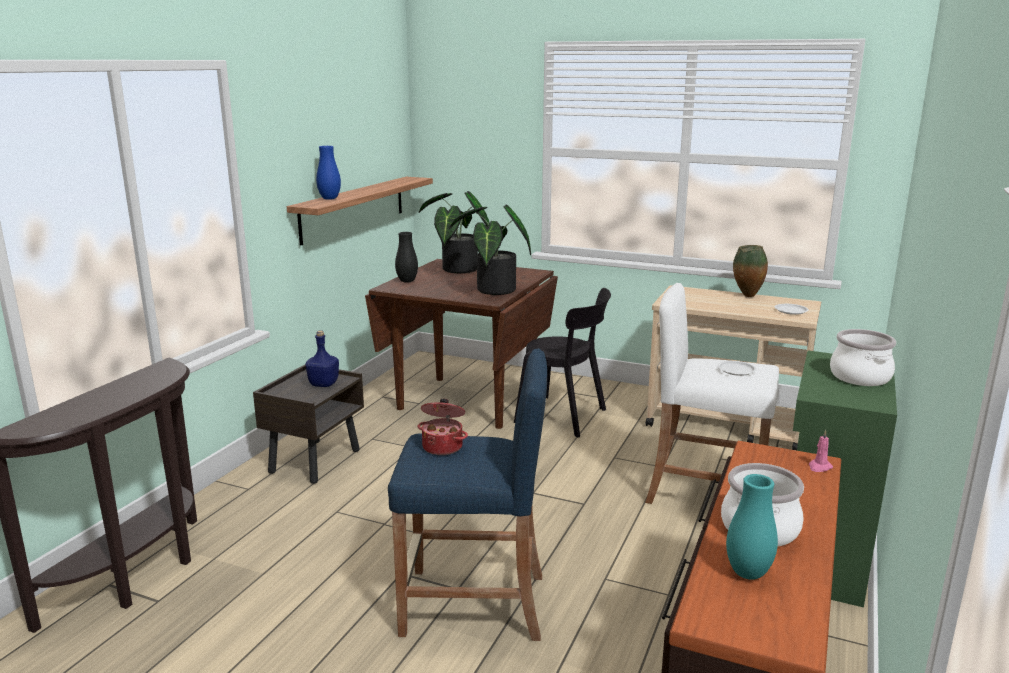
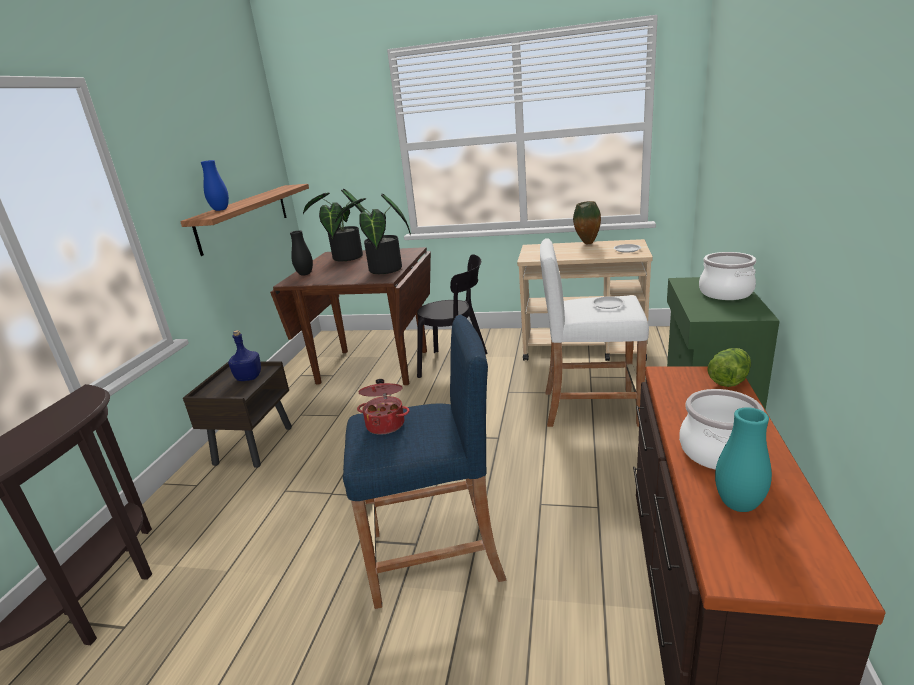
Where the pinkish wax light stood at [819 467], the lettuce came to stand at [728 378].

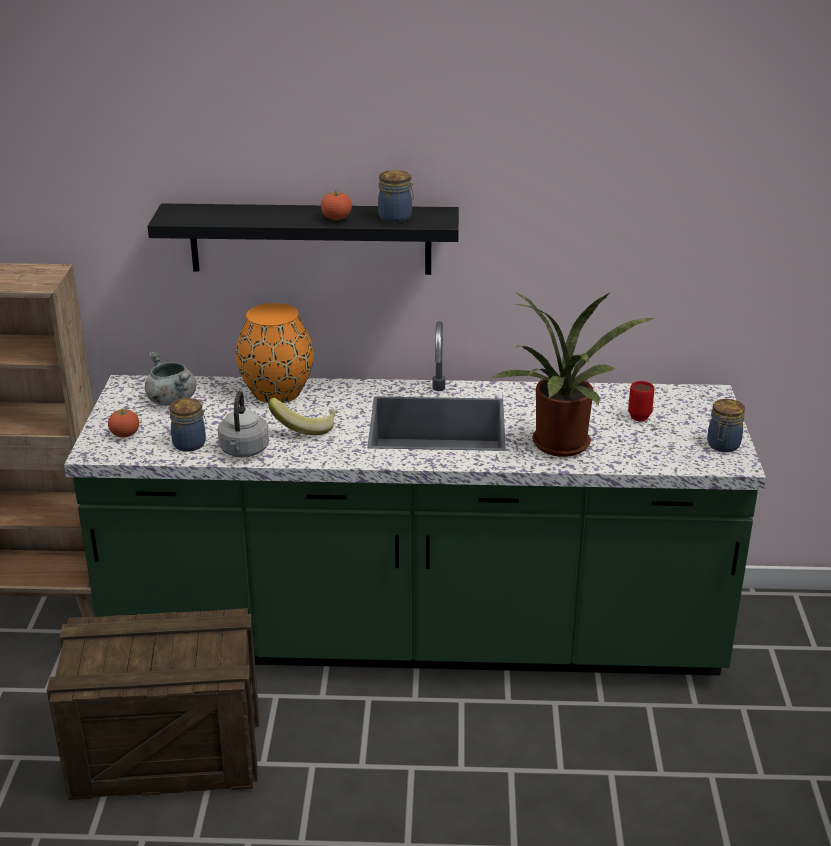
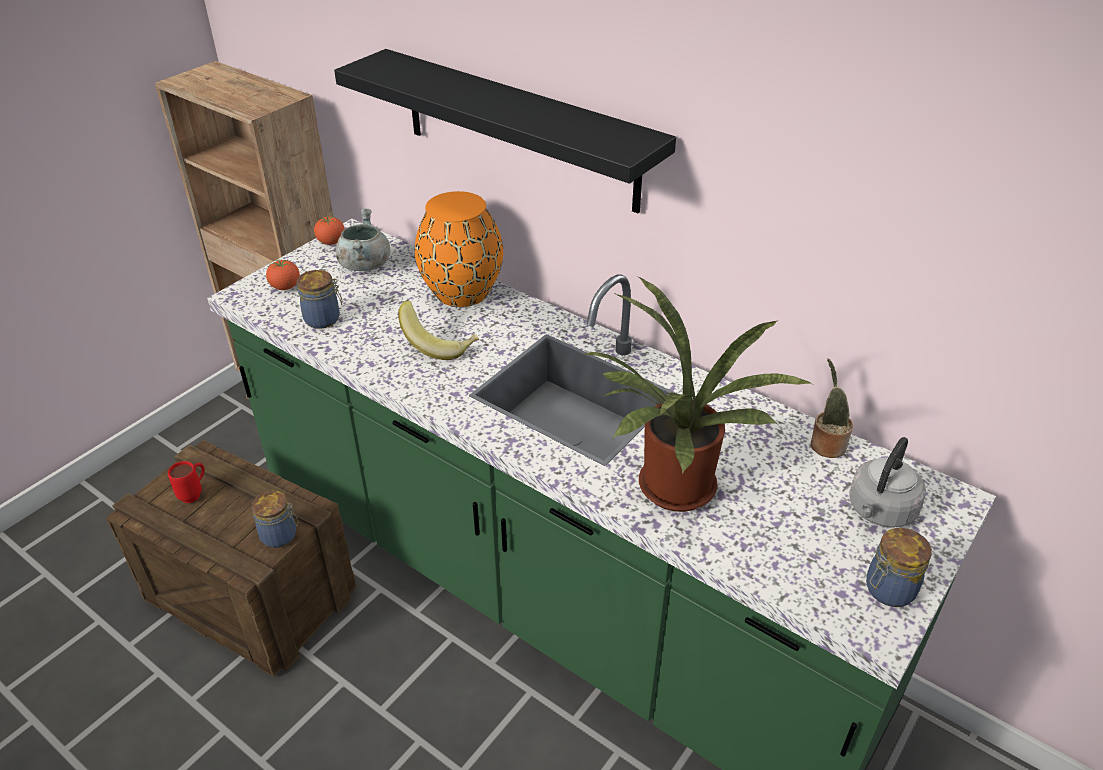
The reddish tea mug ended up elsewhere, having gone from [638 415] to [195 493]. The preserve jar ended up elsewhere, having gone from [396 217] to [280 536]. The fresh tomato ended up elsewhere, having gone from [336 219] to [331 242]. The second view gained the potted plant at [826 444]. The gray kettle ended up elsewhere, having gone from [244 451] to [879 511].

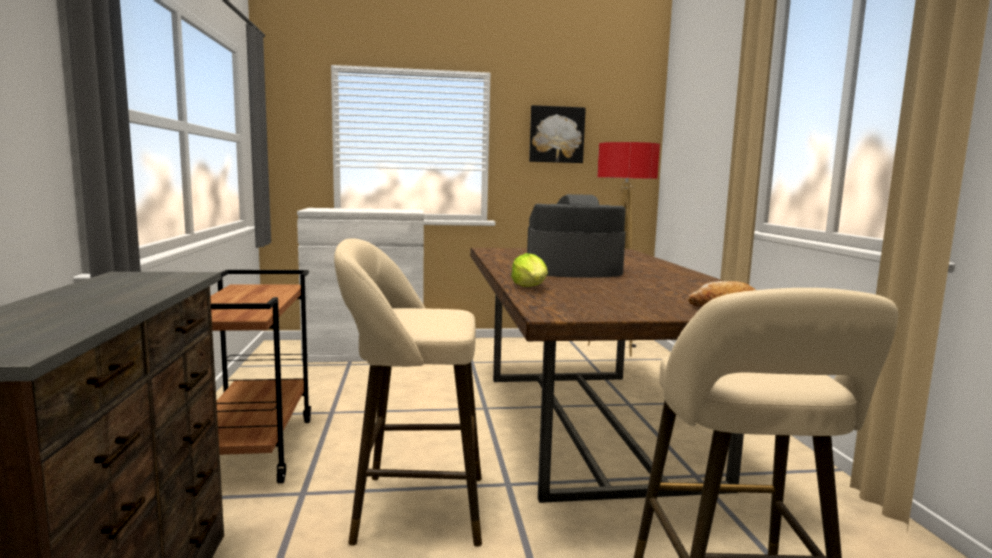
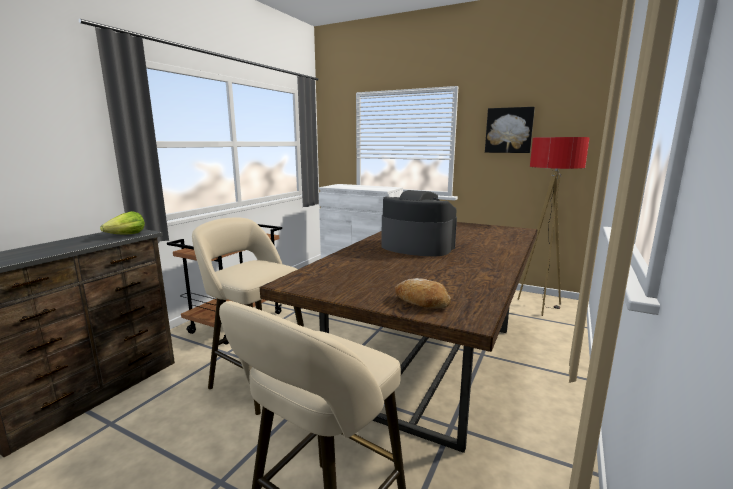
The lettuce ended up elsewhere, having gone from [531 288] to [127 235].

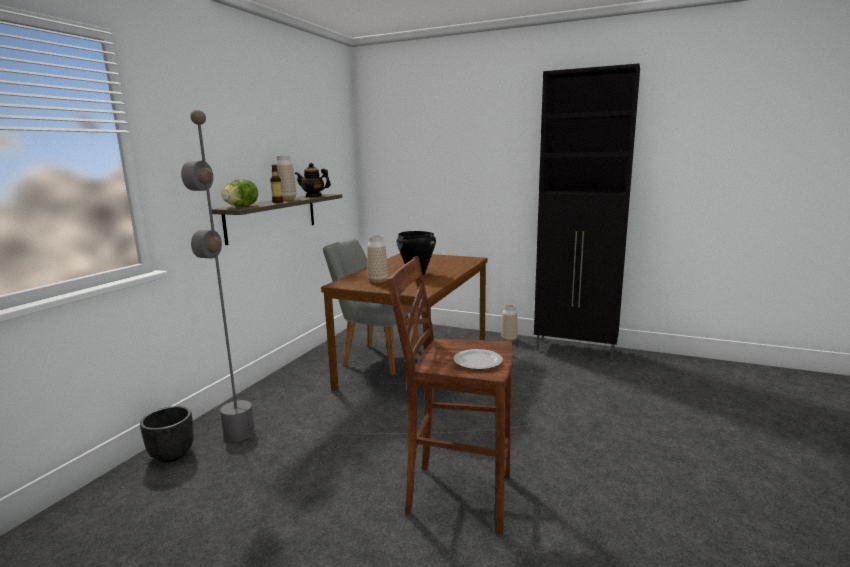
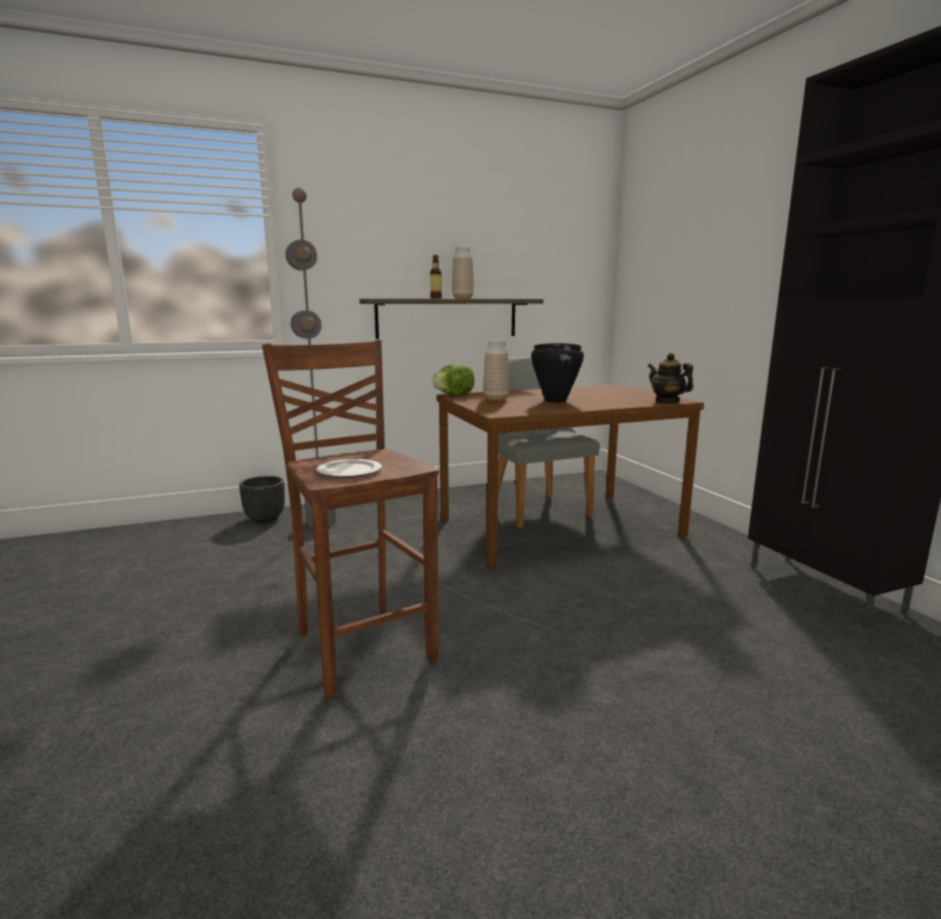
The lettuce ended up elsewhere, having gone from [241 207] to [454 395]. The pot for tea ended up elsewhere, having gone from [313 196] to [667 401]. The second view lost the vase at [509 339].

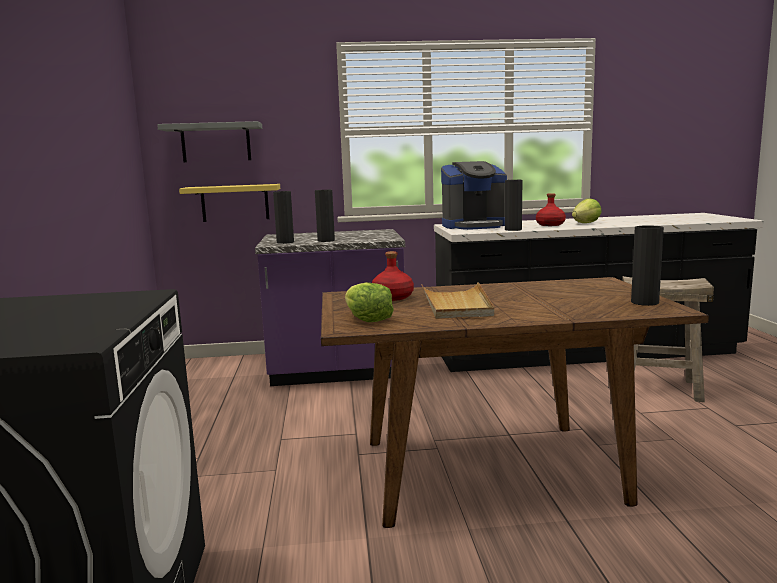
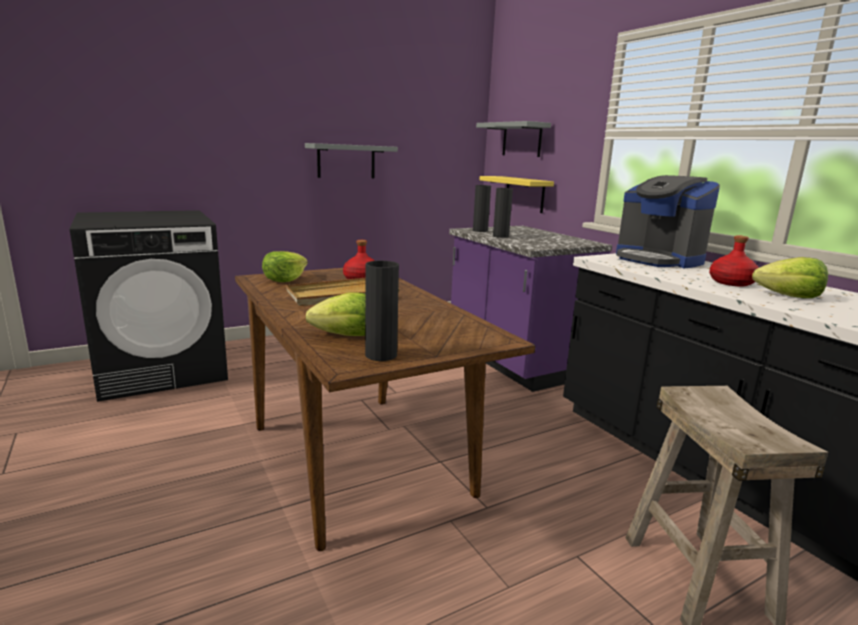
The second view gained the gray wall shelf at [346 161]. The second view gained the lettuce at [346 335]. The second view lost the blackish vase at [513 229].

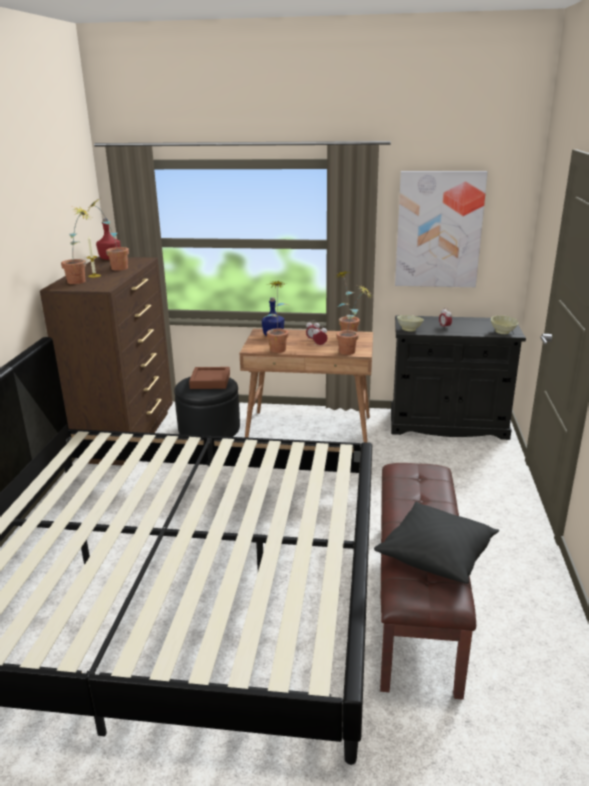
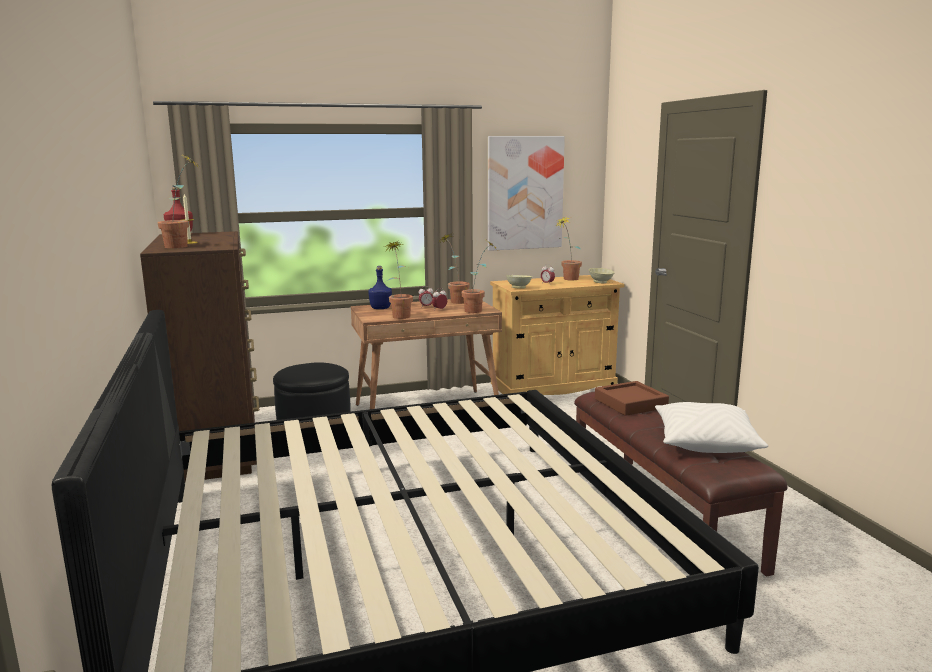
What was the blackish cupboard at [447 424] turned into the sand-coloured cupboard at [553 386]. The potted plant ended up elsewhere, having gone from [114 268] to [567 279]. The brown-coloured tray ended up elsewhere, having gone from [210 381] to [630 403]. What was the blackish pillow at [436 554] turned into the white-coloured pillow at [705 442].

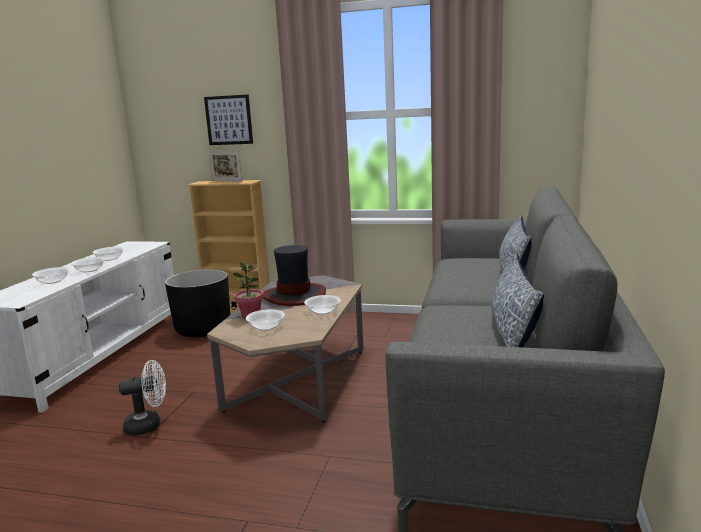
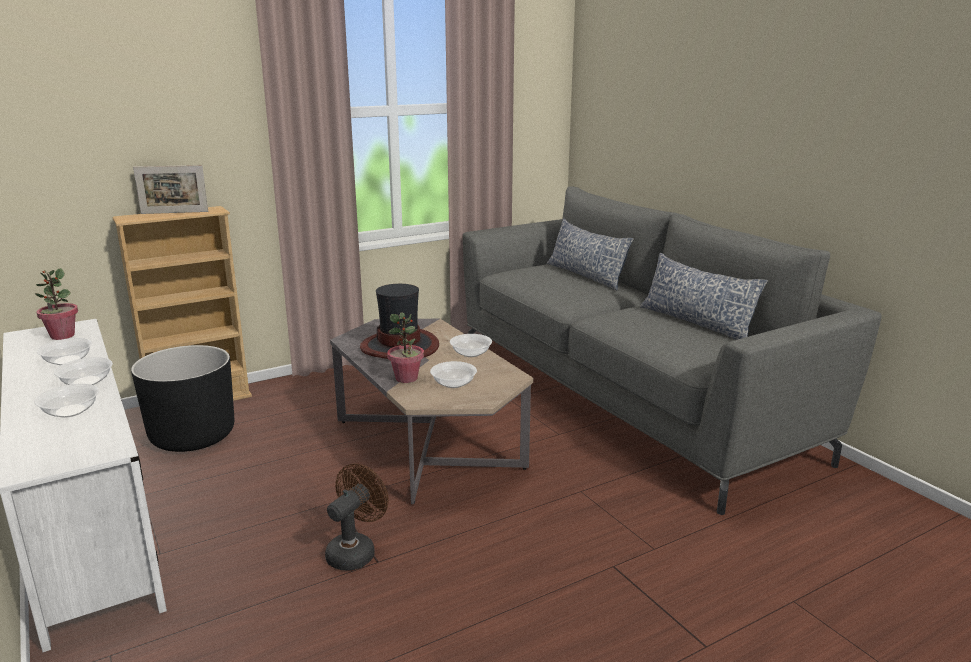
The second view gained the potted plant at [62 336]. What was the white-coloured electric fan at [149 425] turned into the brown-coloured electric fan at [355 551]. The second view lost the wall art at [229 120].

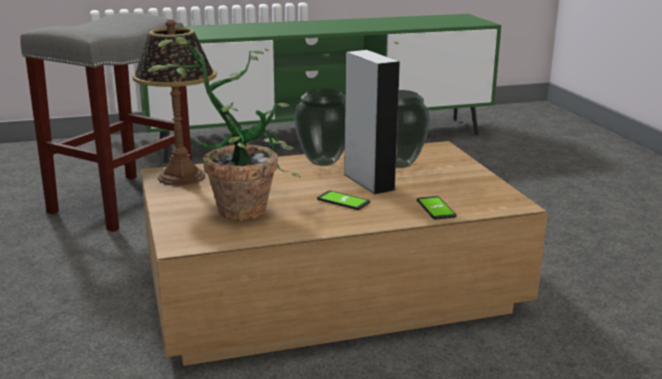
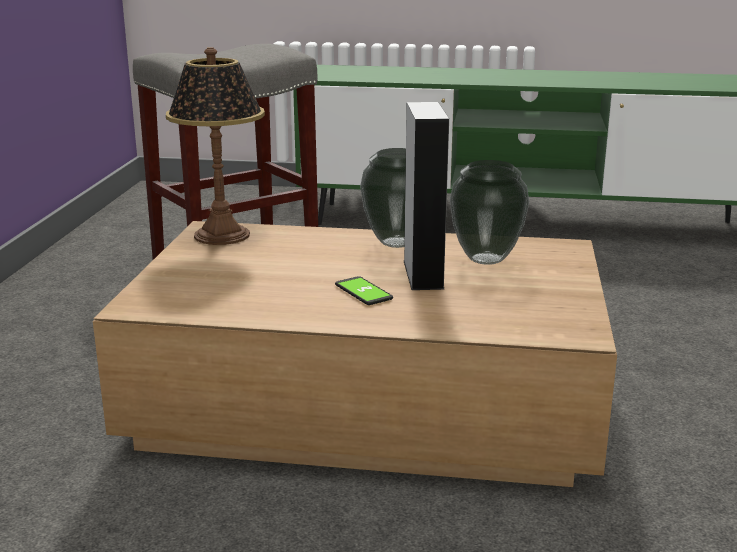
The second view lost the potted plant at [241 205]. The second view lost the telephone at [435 209].

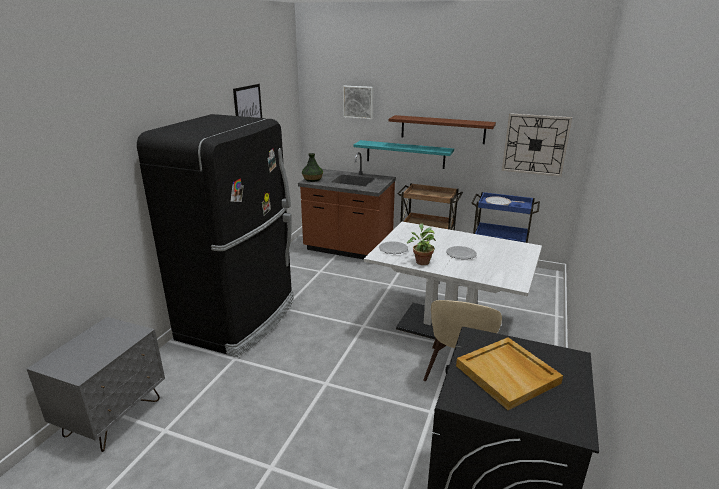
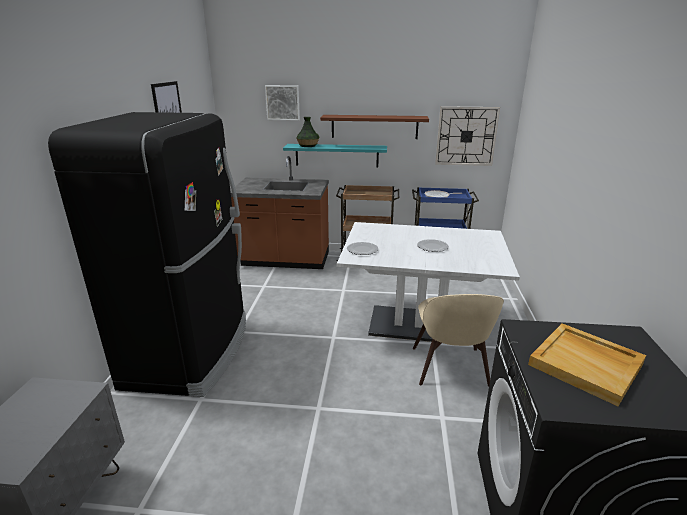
The vase ended up elsewhere, having gone from [313 179] to [308 145]. The second view lost the potted plant at [421 261].

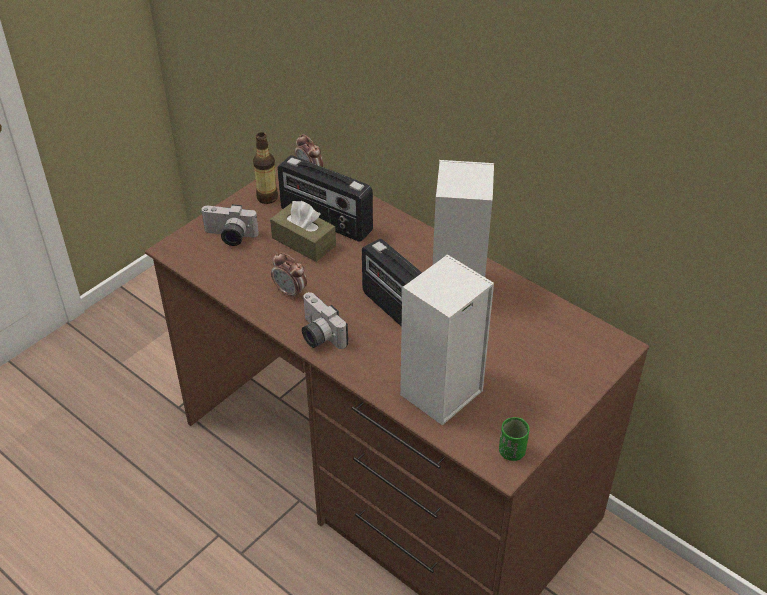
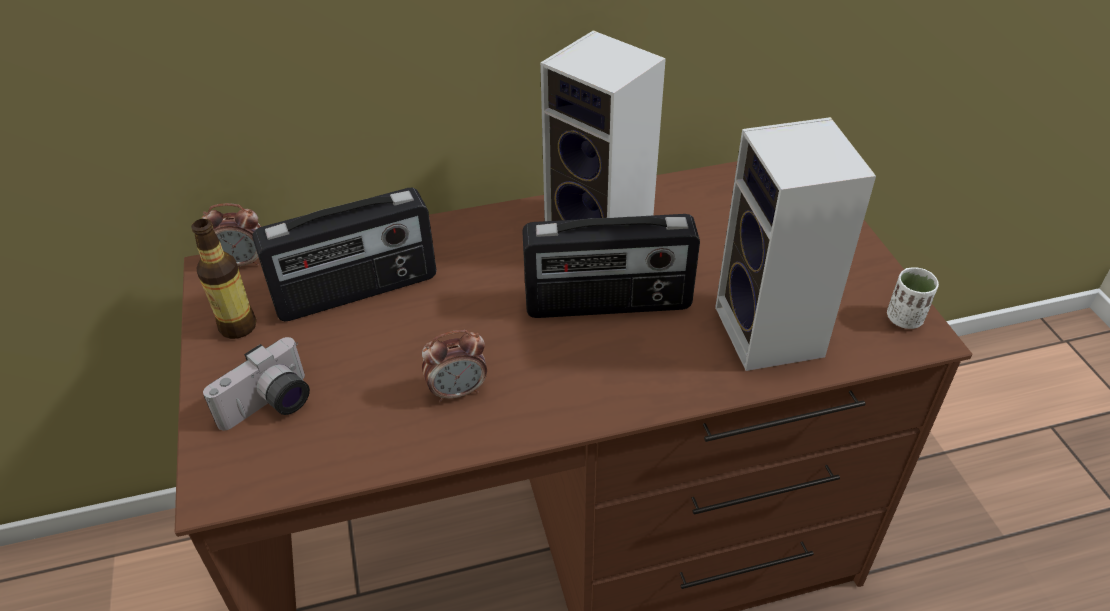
What was the green drinking cup at [512 452] turned into the white-coloured drinking cup at [904 318]. The second view lost the brown-coloured box of tissues at [303 242]. The second view lost the still camera at [318 335].

